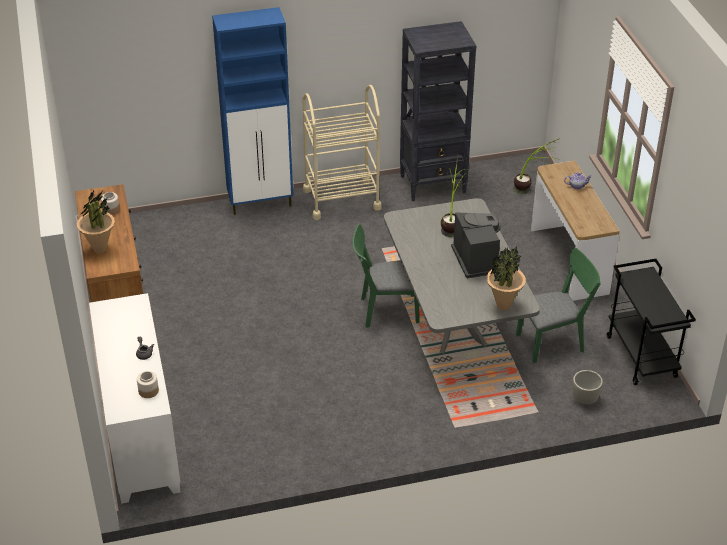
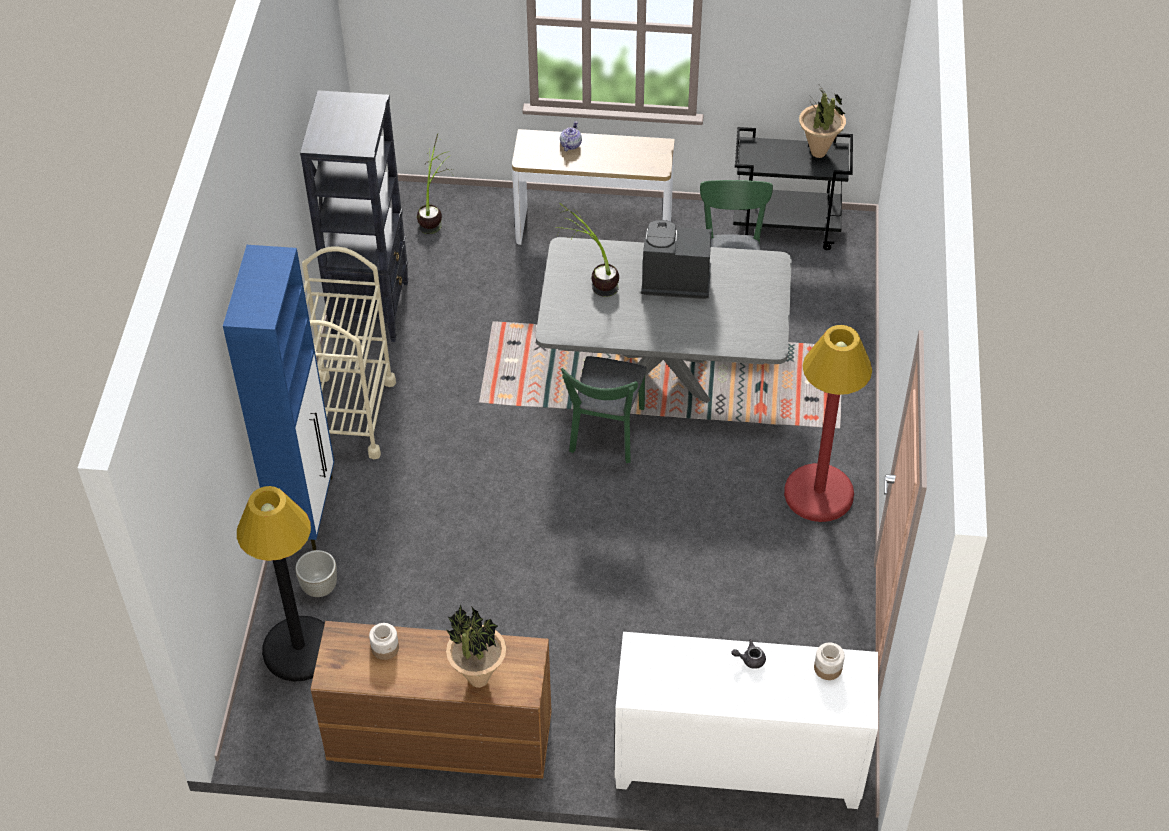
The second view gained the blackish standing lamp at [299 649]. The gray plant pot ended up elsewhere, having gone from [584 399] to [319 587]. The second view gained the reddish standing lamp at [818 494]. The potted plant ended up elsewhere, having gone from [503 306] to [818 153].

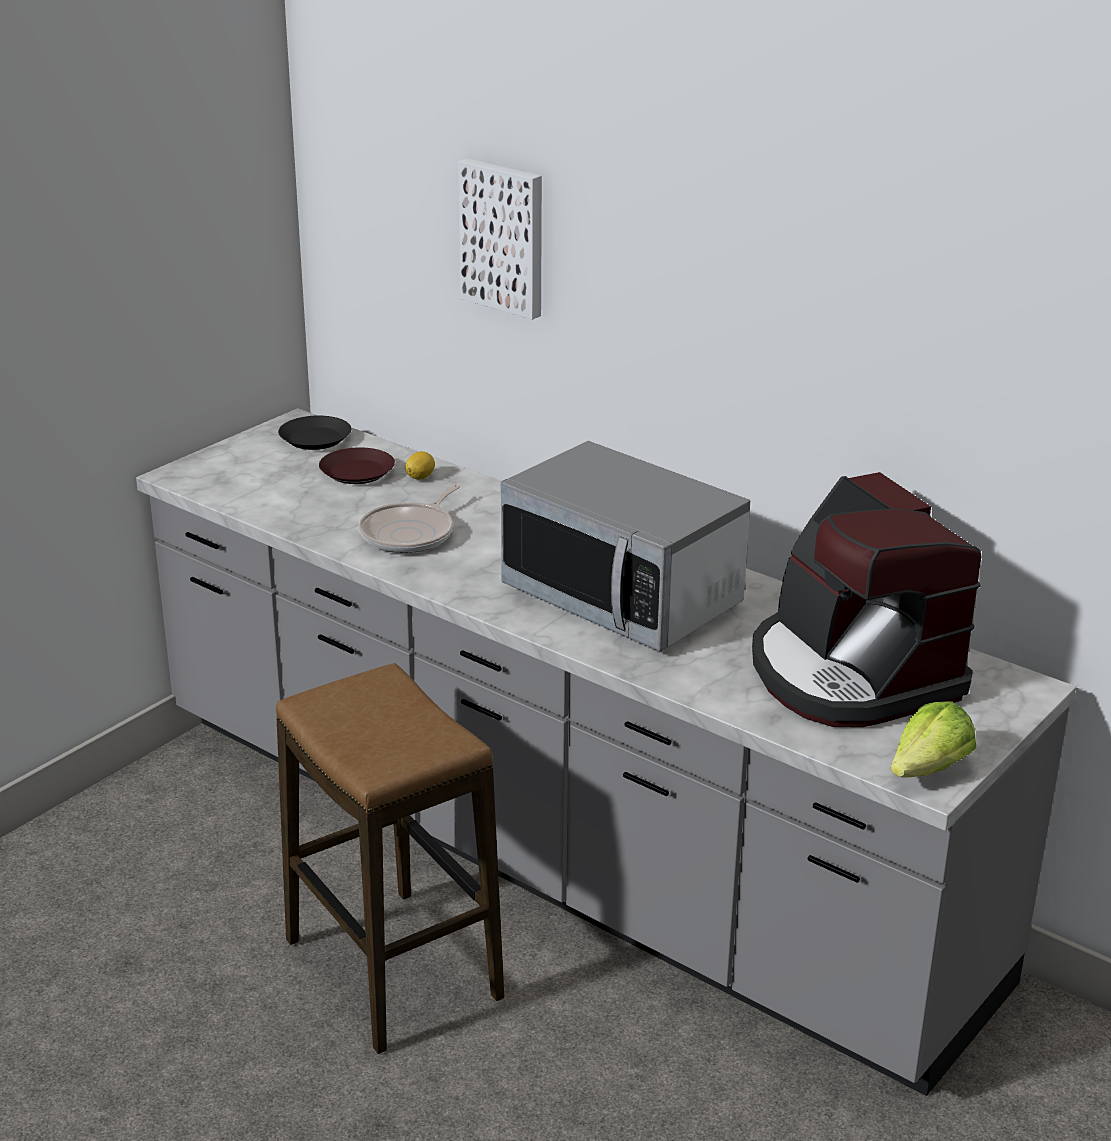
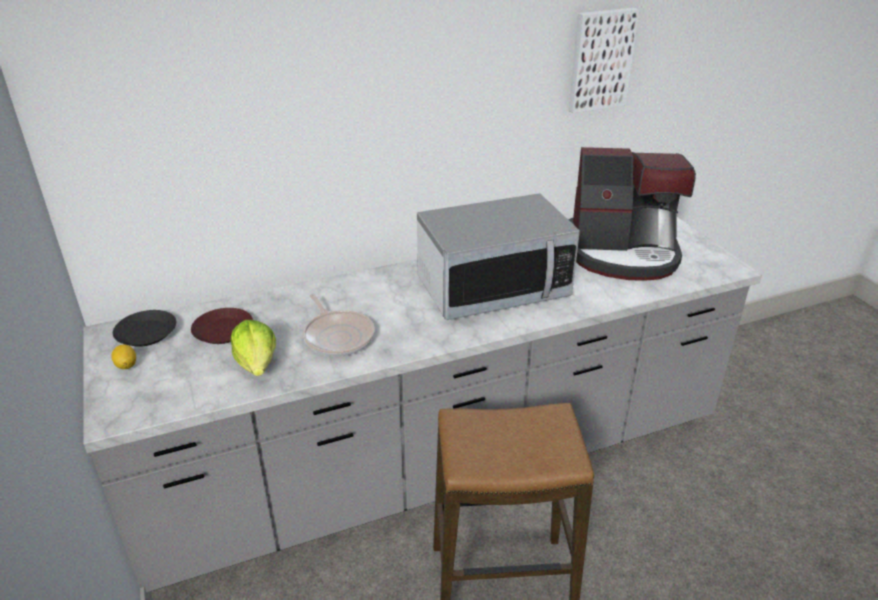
The lemon ended up elsewhere, having gone from [420 477] to [126 365]. The lettuce ended up elsewhere, having gone from [929 770] to [257 363]. The wall art ended up elsewhere, having gone from [504 237] to [600 60].

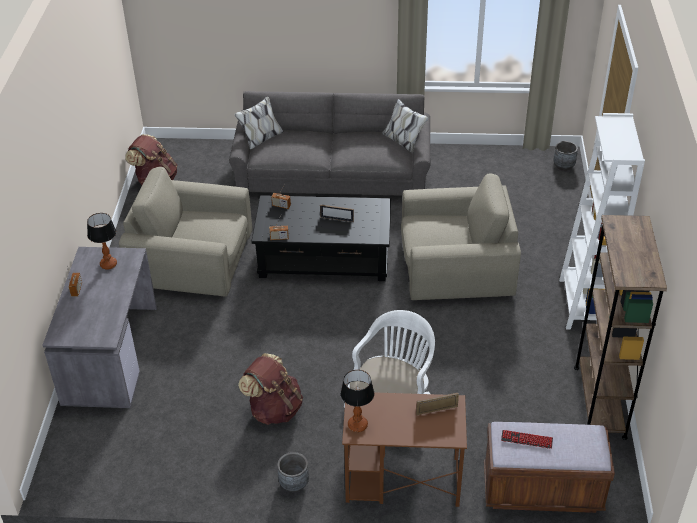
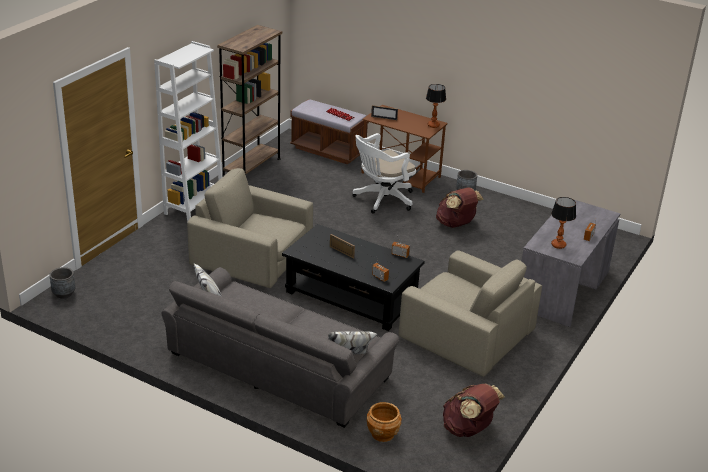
The second view gained the brown-coloured plant pot at [382 434].

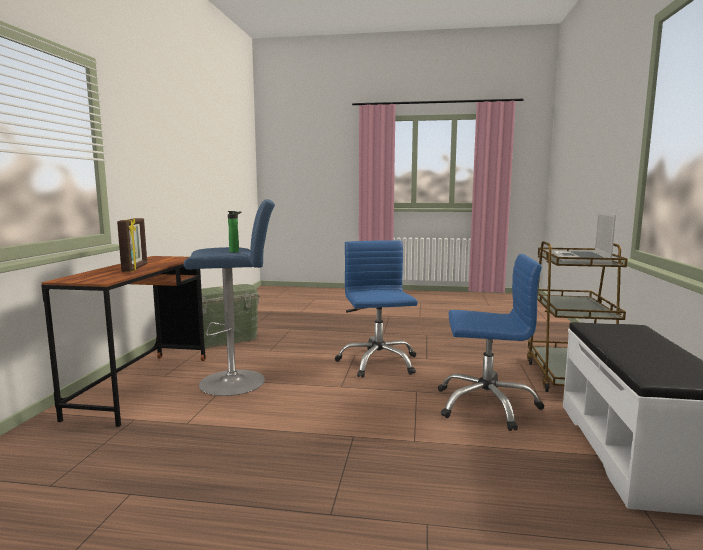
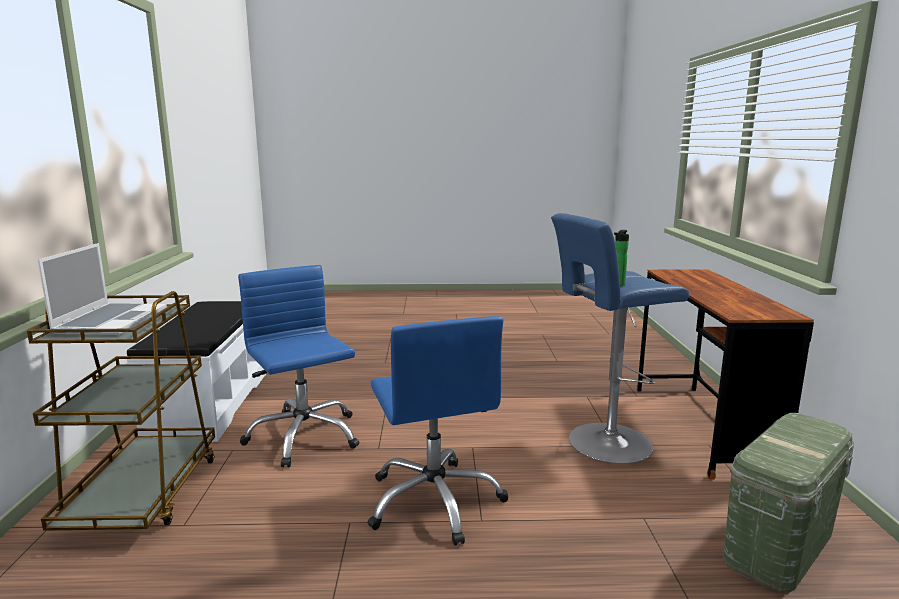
The blue-coloured desk chair at [486 405] ended up facing another way, 60 degrees clockwise from before. The second view lost the picture frame at [135 268].

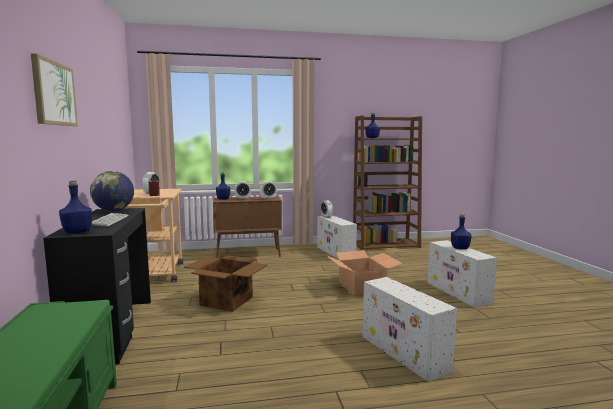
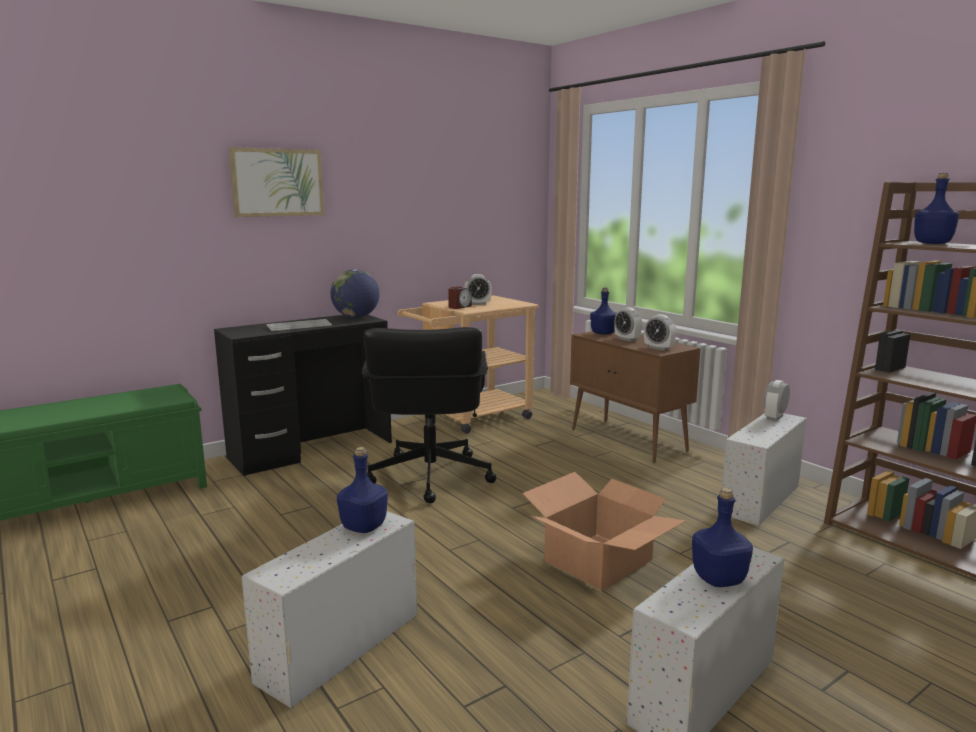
The blue-coloured bottle ended up elsewhere, having gone from [78 232] to [364 527]. Where the cardboard box stood at [227 301], the blackish desk chair came to stand at [429 477].

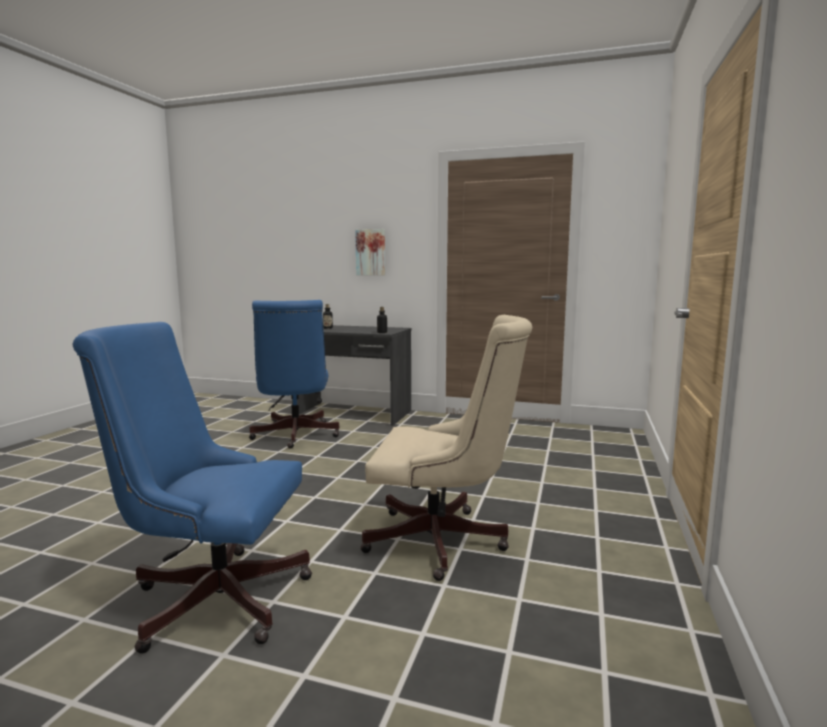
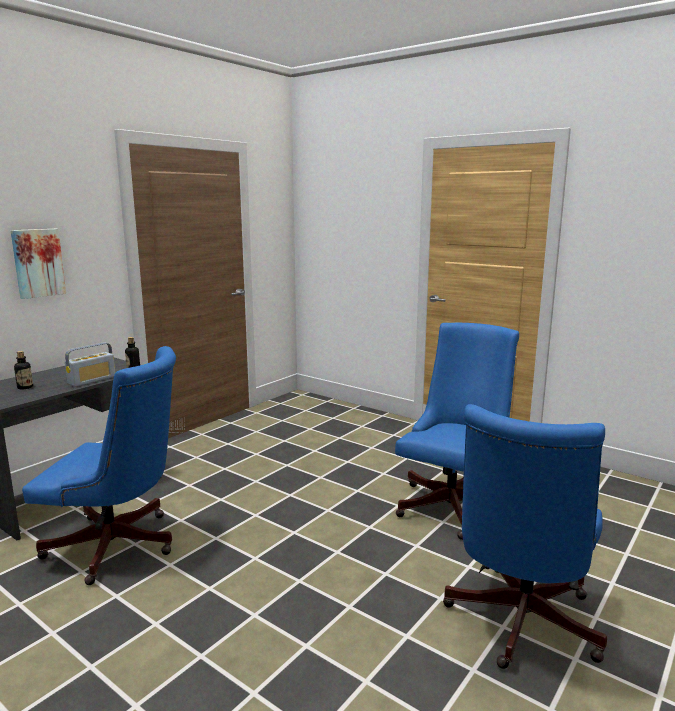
The second view gained the radio receiver at [92 380]. What was the sand-coloured desk chair at [443 542] turned into the blue-coloured desk chair at [455 504].

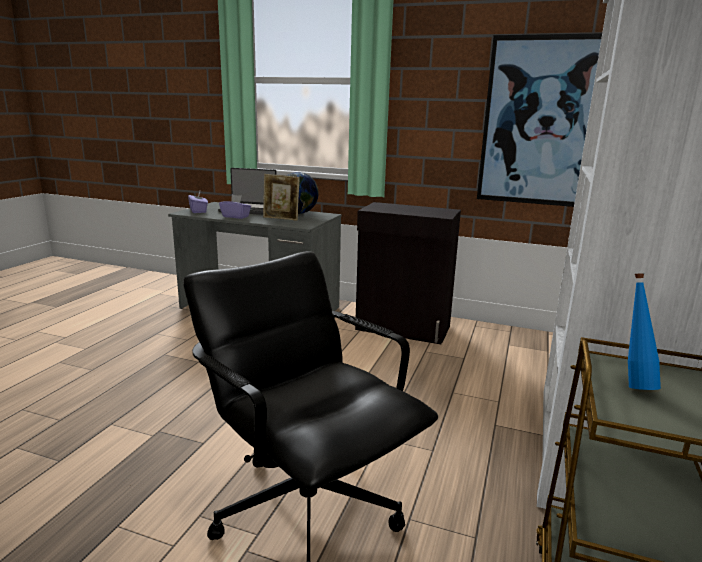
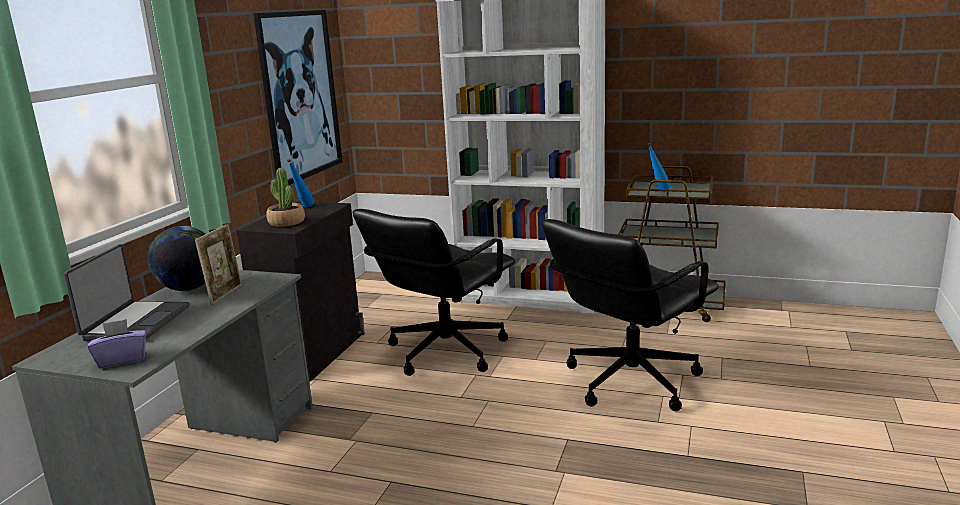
The second view gained the potted plant at [286 222]. The second view gained the blue-coloured bottle at [303 207]. The second view gained the blackish desk chair at [444 351]. The second view lost the purple-coloured box of tissues at [236 216].

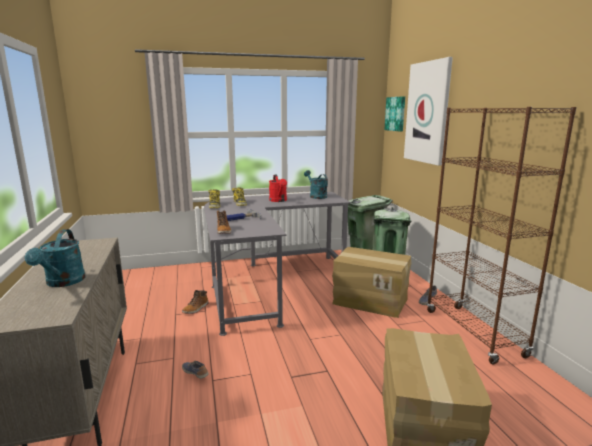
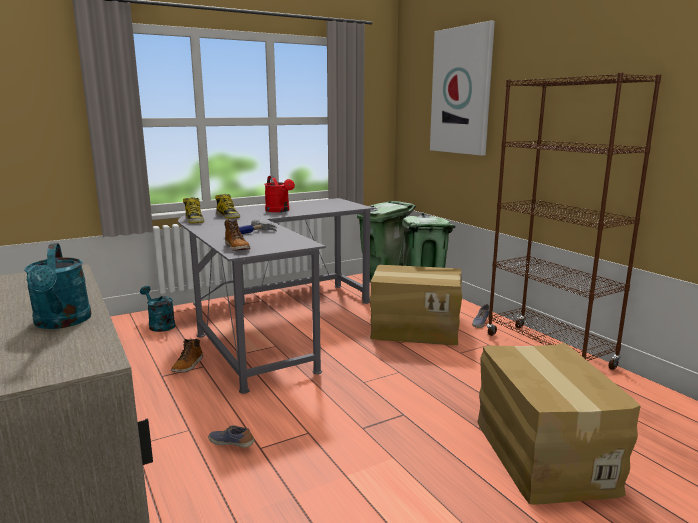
The blue-green watering can ended up elsewhere, having gone from [316 196] to [159 325]. The second view lost the wall art at [396 114].

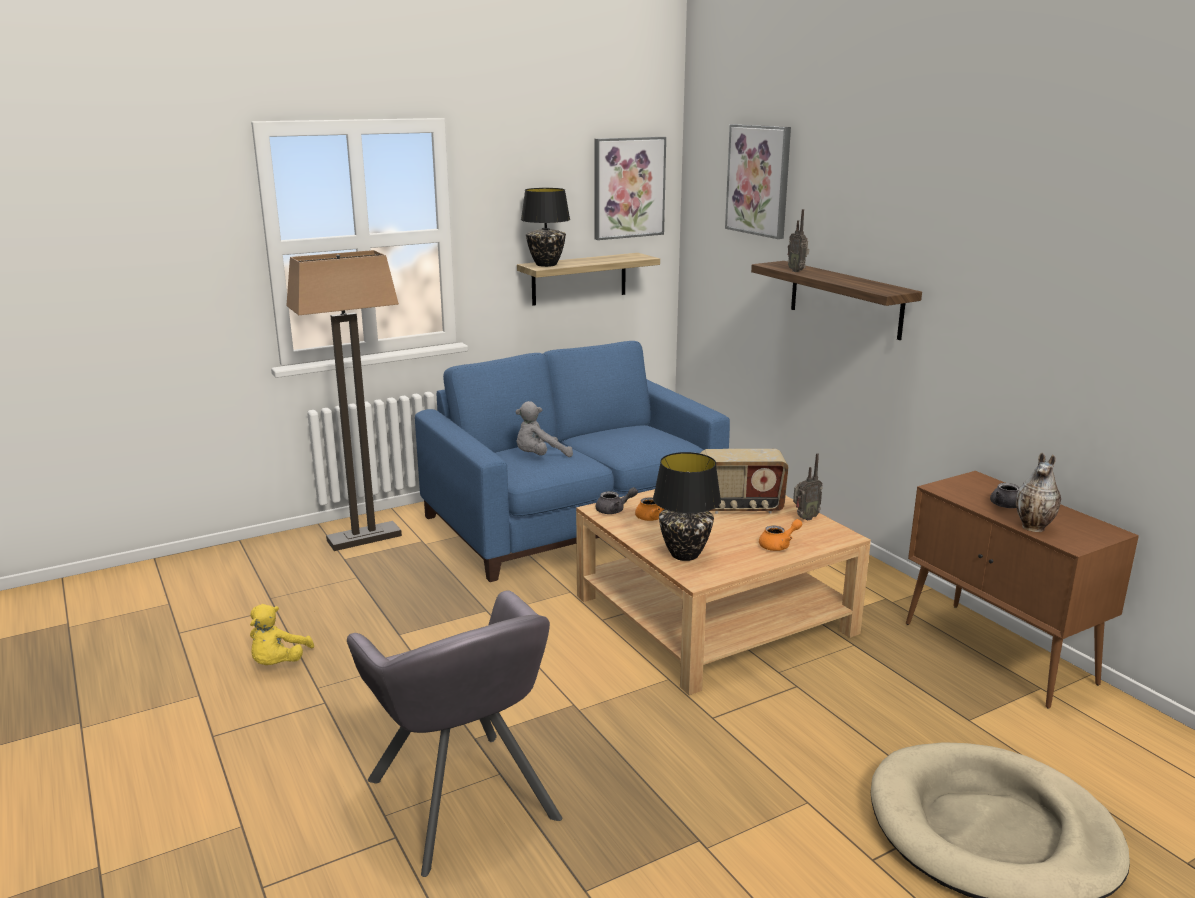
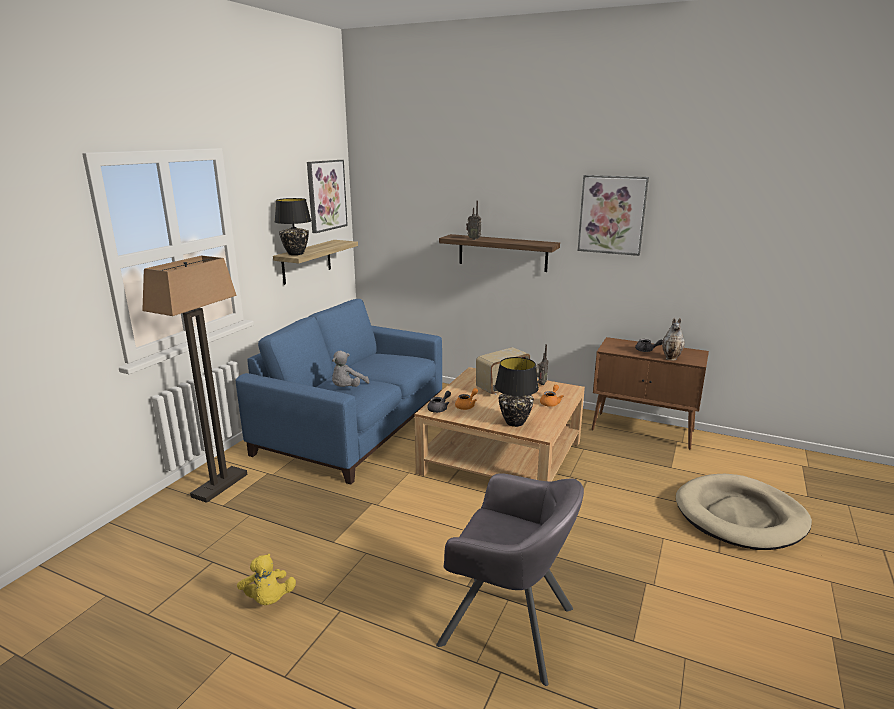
The wall art ended up elsewhere, having gone from [759 180] to [612 215].

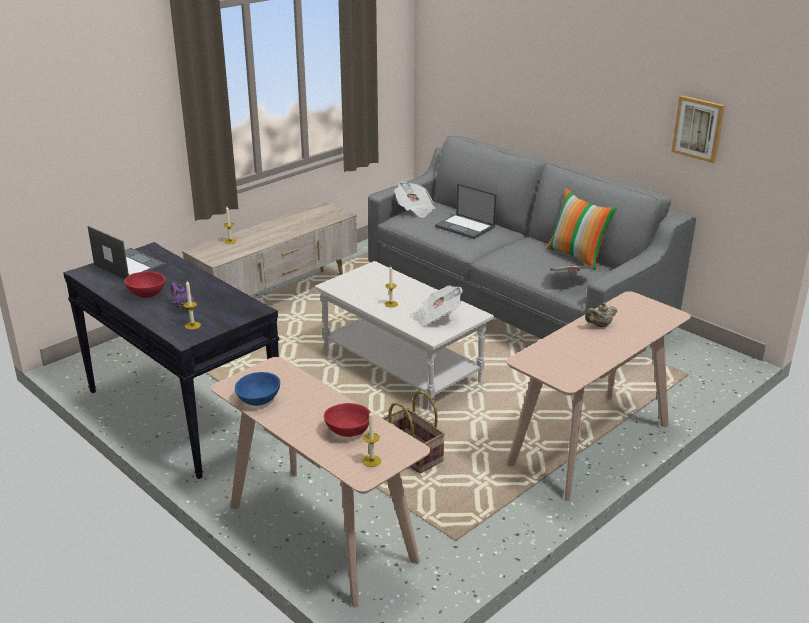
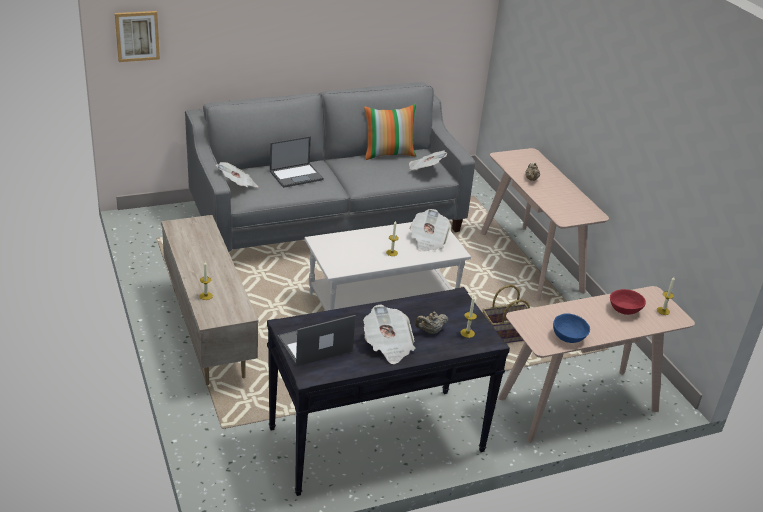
The wall art ended up elsewhere, having gone from [698 128] to [137 35]. Where the reddish bowl stood at [146 294], the printed paper came to stand at [388 346]. What was the purple-coloured pot for tea at [183 308] turned into the sand-coloured pot for tea at [430 331].

